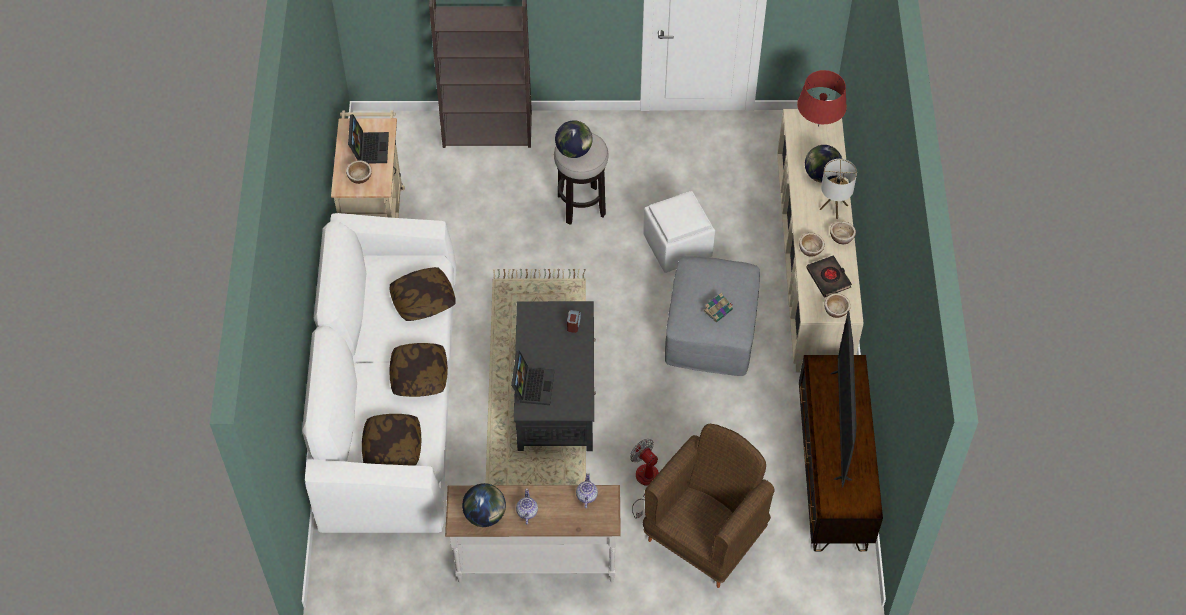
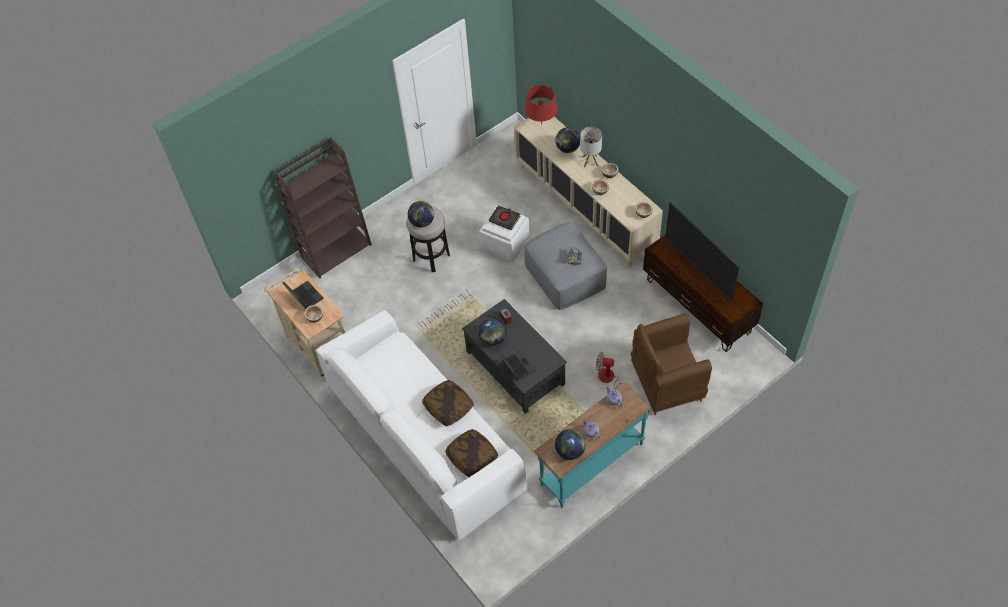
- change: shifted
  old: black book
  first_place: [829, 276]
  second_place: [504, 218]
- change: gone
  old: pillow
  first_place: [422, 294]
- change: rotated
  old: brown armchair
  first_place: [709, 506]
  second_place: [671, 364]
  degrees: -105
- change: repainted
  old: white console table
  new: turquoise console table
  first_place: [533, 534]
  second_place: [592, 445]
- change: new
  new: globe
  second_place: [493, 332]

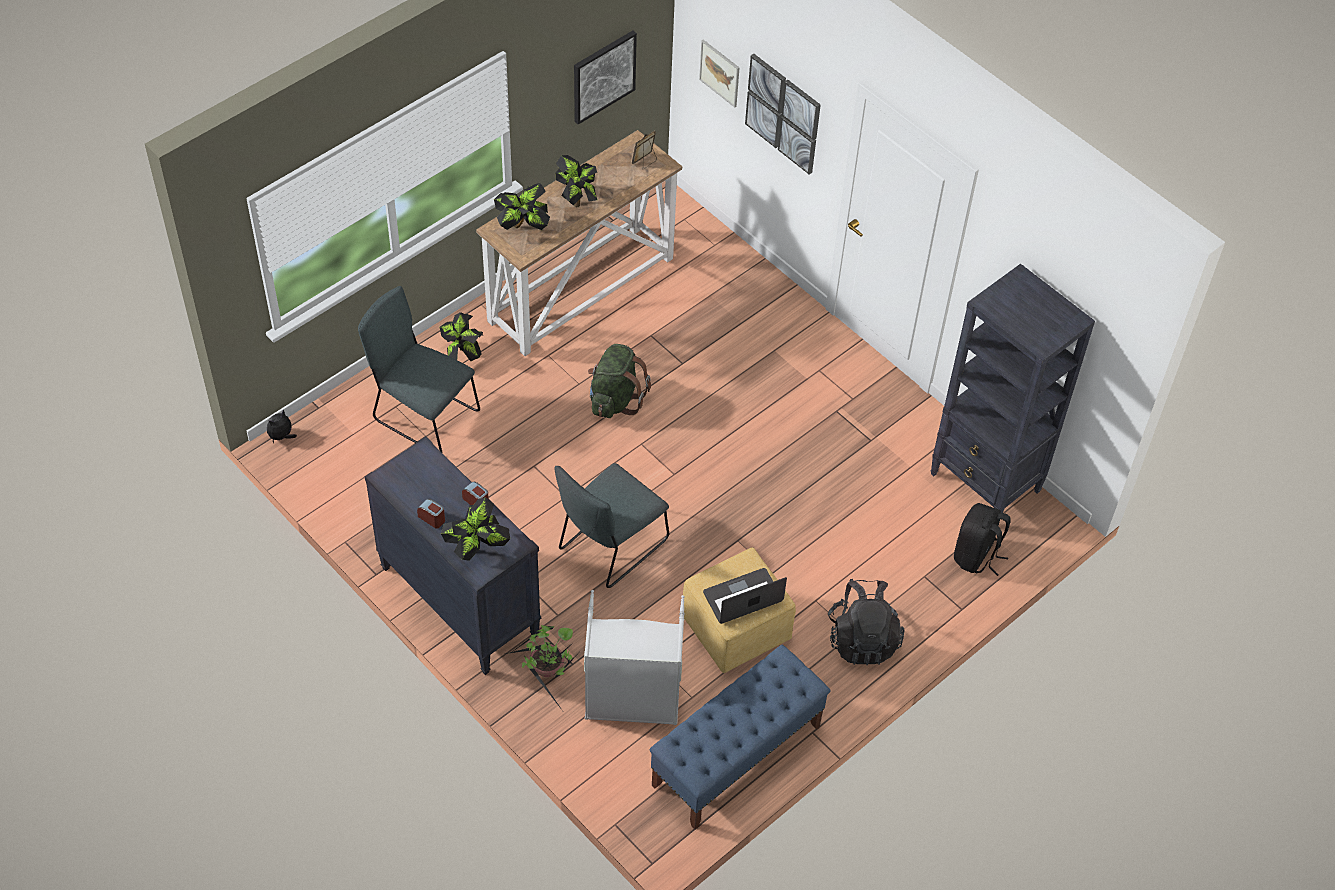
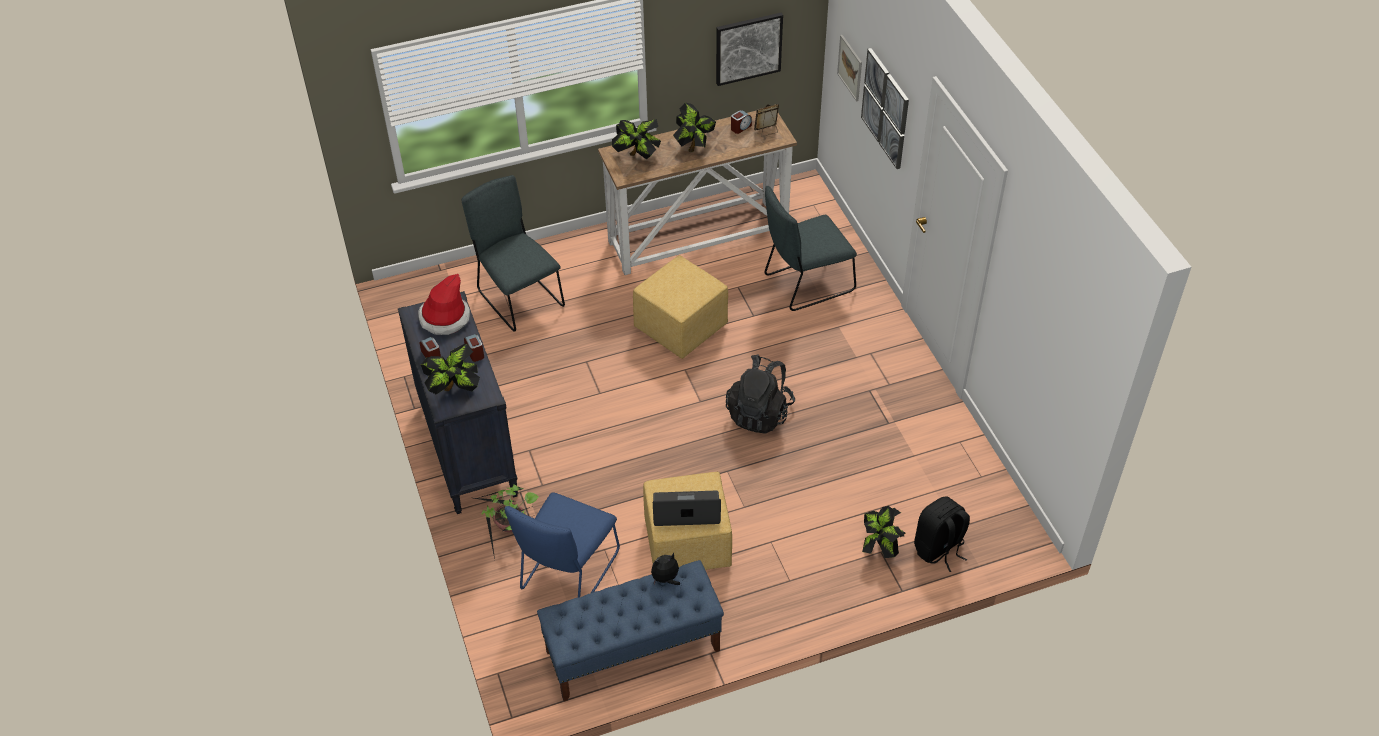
- change: gone
  old: black bookcase
  first_place: [1012, 393]
- change: shifted
  old: potted plant
  first_place: [461, 336]
  second_place: [883, 532]
- change: swapped
  old: green backpack
  new: yellow ottoman
  first_place: [619, 381]
  second_place: [680, 307]
- change: shifted
  old: plush toy
  first_place: [282, 426]
  second_place: [665, 569]
- change: shifted
  old: grey chair
  first_place: [611, 525]
  second_place: [810, 248]
- change: shifted
  old: black backpack
  first_place: [866, 622]
  second_place: [760, 394]
- change: swapped
  old: grey laundry basket
  new: blue chair
  first_place: [634, 657]
  second_place: [562, 544]
- change: new
  new: alarm clock
  second_place: [741, 122]
- change: new
  new: hat
  second_place: [444, 304]

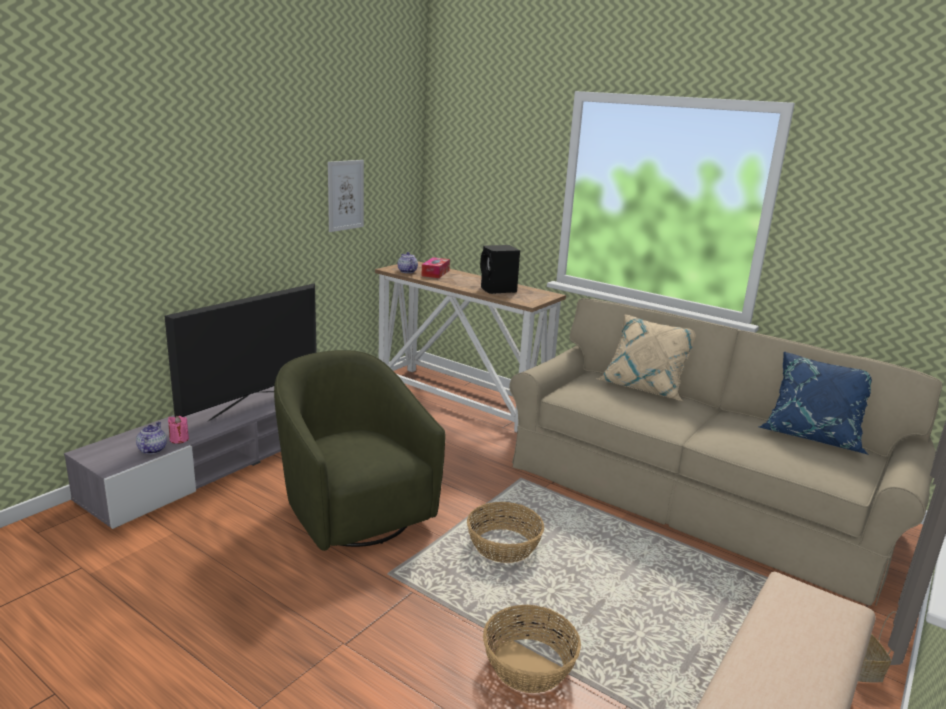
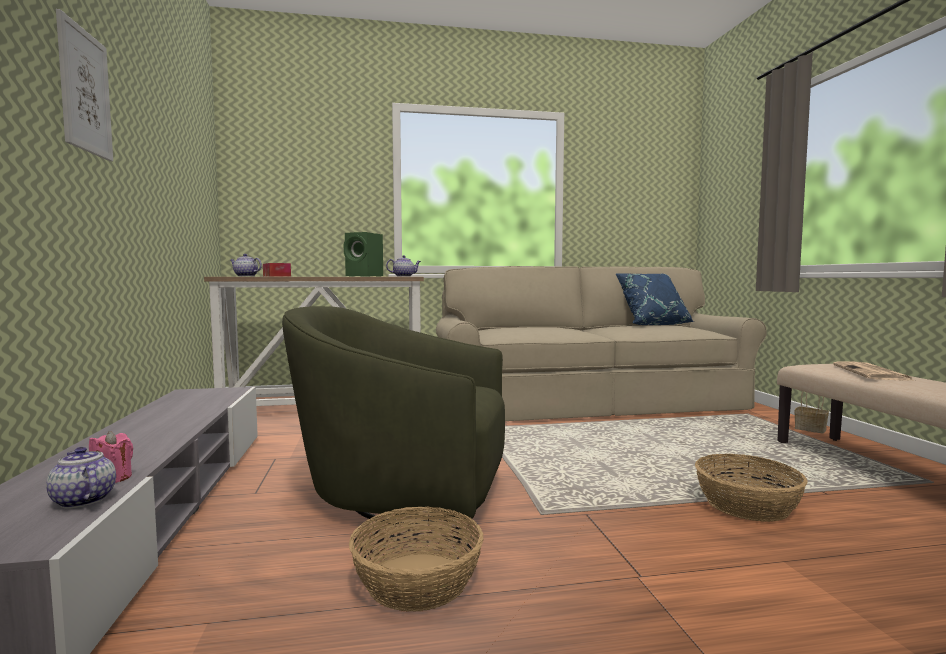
- change: shifted
  old: picture
  first_place: [346, 196]
  second_place: [84, 85]
- change: repainted
  old: black speaker
  new: green speaker
  first_place: [500, 269]
  second_place: [363, 254]
- change: gone
  old: television
  first_place: [241, 352]
- change: gone
  old: beige pillow
  first_place: [646, 357]
- change: shifted
  old: basket
  first_place: [505, 532]
  second_place: [416, 559]
- change: new
  new: teapot
  second_place: [403, 266]
- change: new
  new: newspaper
  second_place: [872, 371]

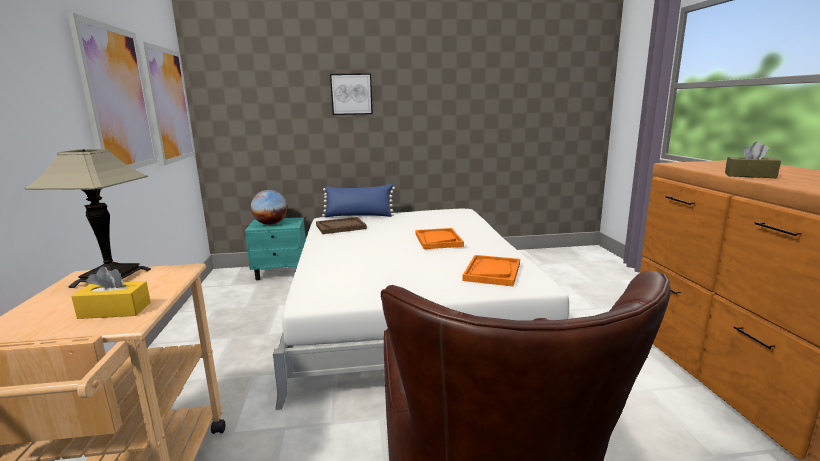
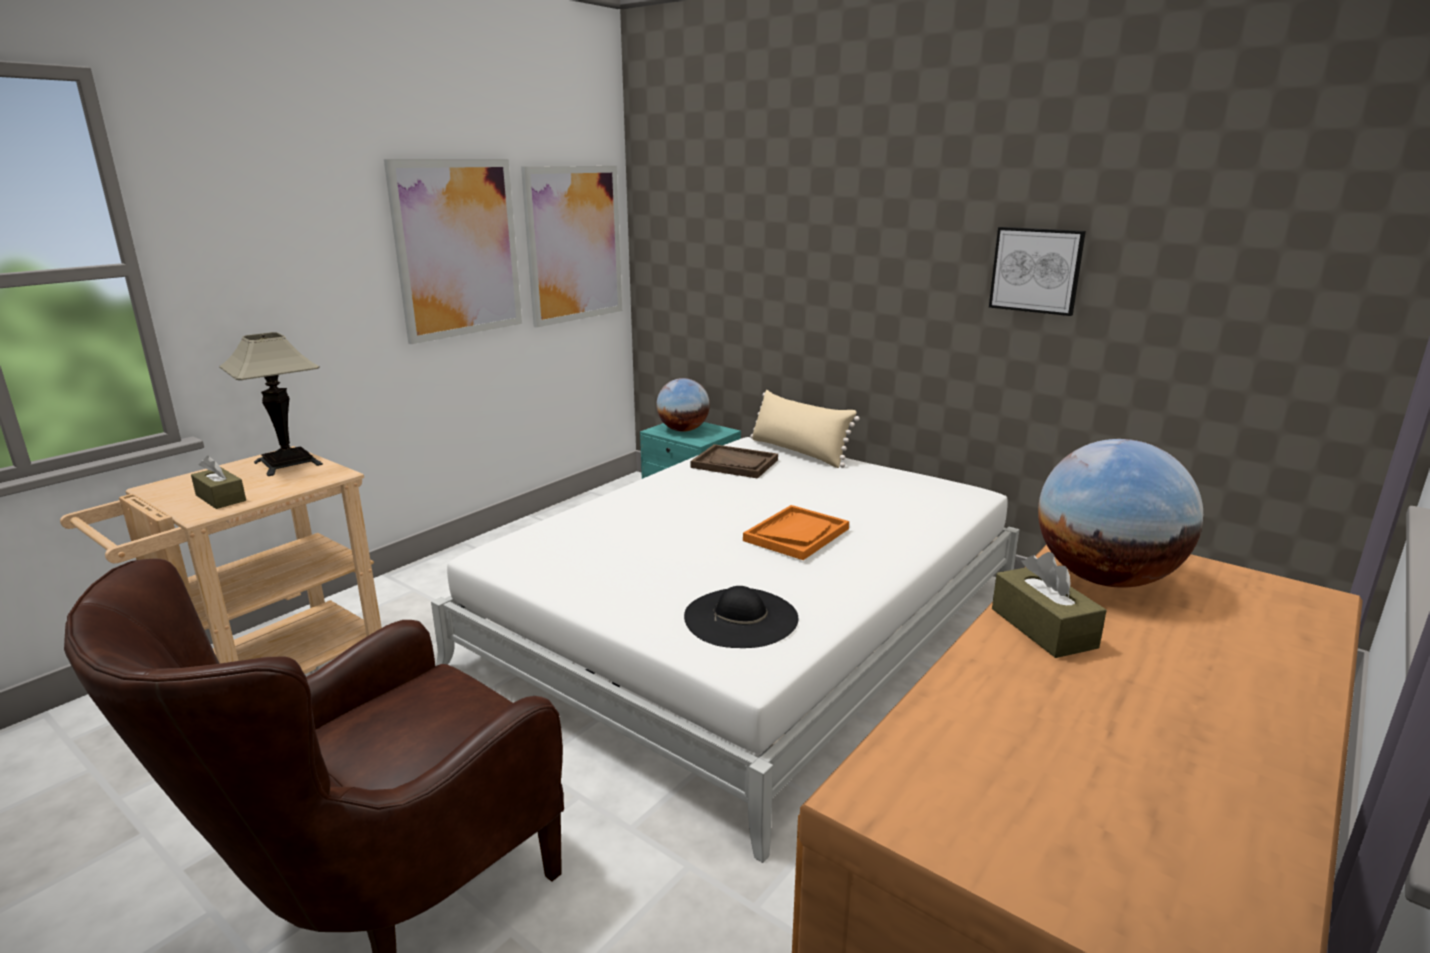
- change: shifted
  old: picture
  first_place: [351, 94]
  second_place: [1037, 271]
- change: repainted
  old: blue pillow
  new: beige pillow
  first_place: [358, 200]
  second_place: [805, 429]
- change: swapped
  old: orange tray
  new: black hat
  first_place: [491, 270]
  second_place: [741, 617]
- change: repainted
  old: yellow tissue box
  new: brown tissue box
  first_place: [111, 292]
  second_place: [218, 482]
- change: new
  new: globe
  second_place: [1120, 513]

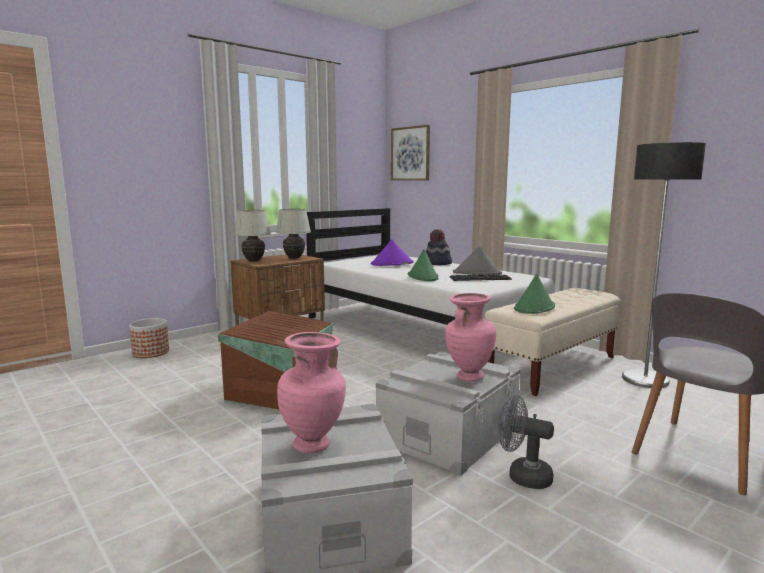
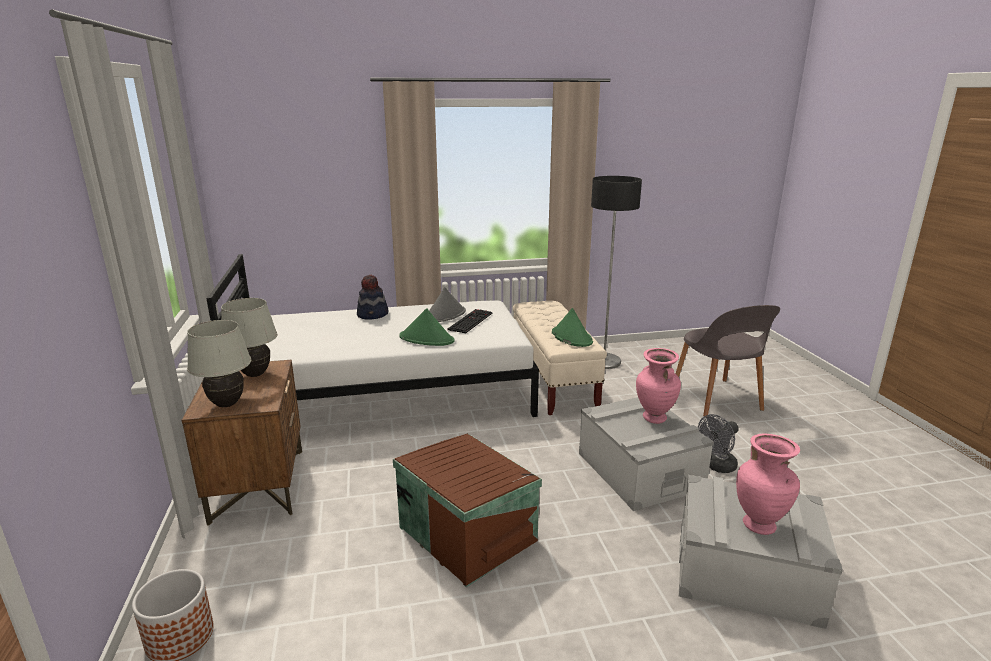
- change: gone
  old: picture
  first_place: [410, 153]
- change: gone
  old: purple hat
  first_place: [392, 252]

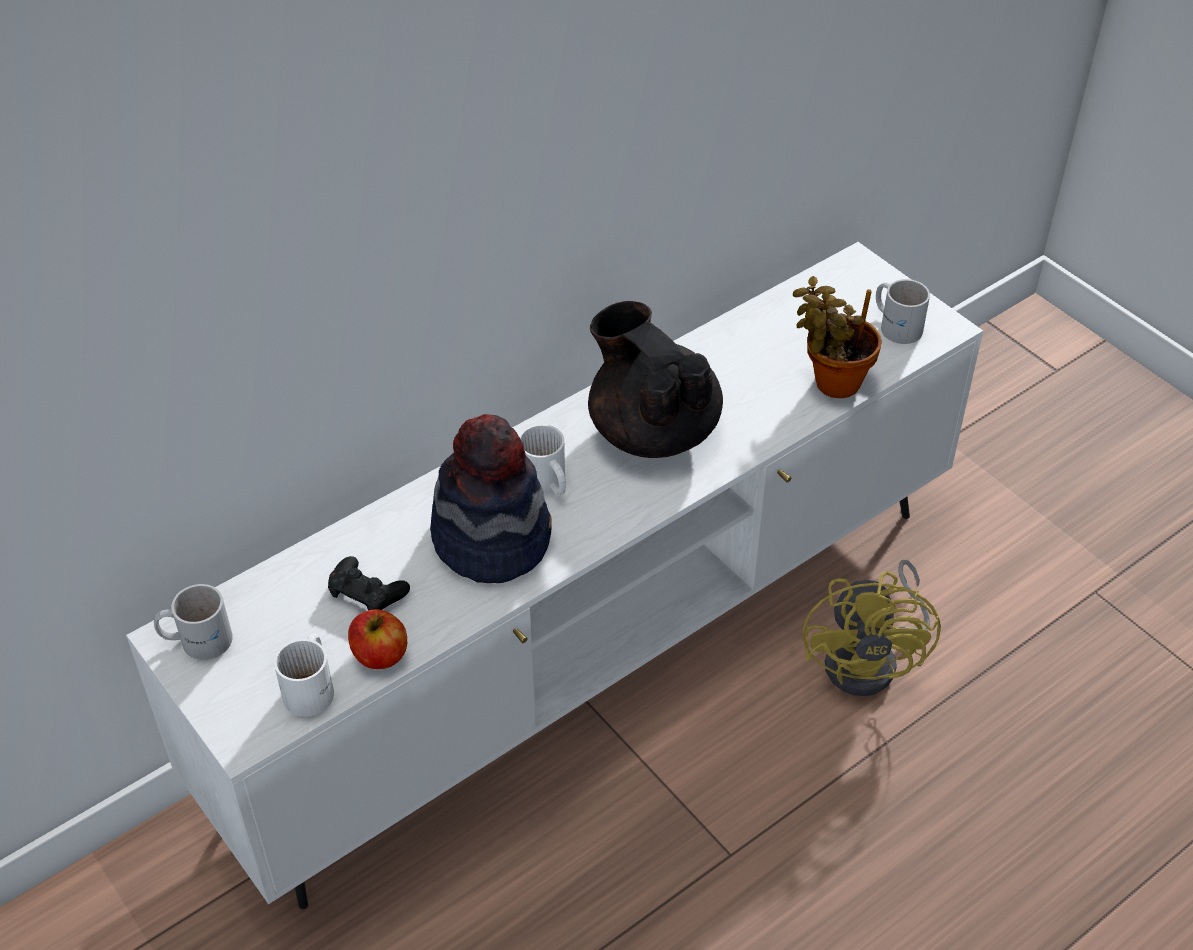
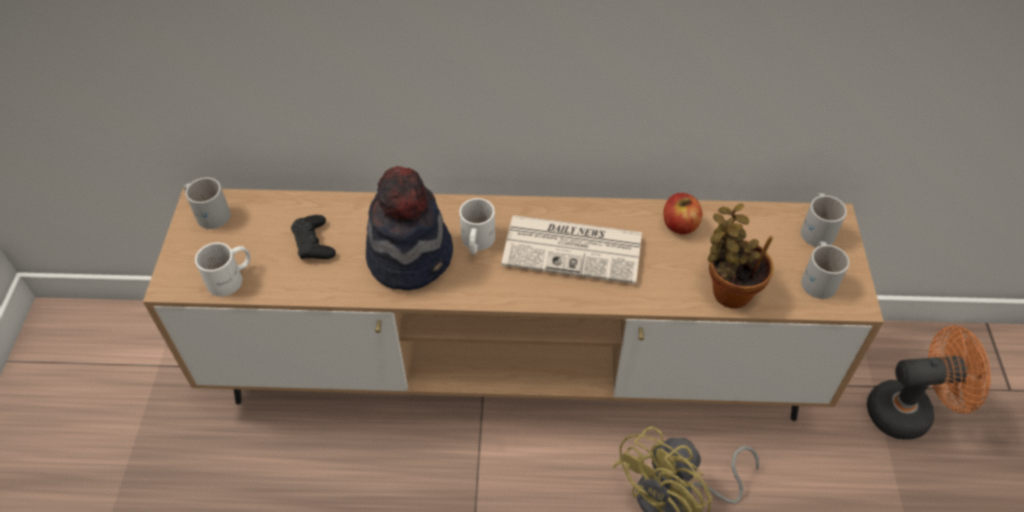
- change: repainted
  old: white tv stand
  new: brown tv stand
  first_place: [554, 575]
  second_place: [513, 304]
- change: swapped
  old: black teapot
  new: newspaper
  first_place: [655, 379]
  second_place: [571, 249]
- change: shifted
  old: apple
  first_place: [377, 639]
  second_place: [682, 213]
- change: new
  new: white mug
  second_place: [824, 220]
- change: new
  new: orange fan
  second_place: [929, 382]

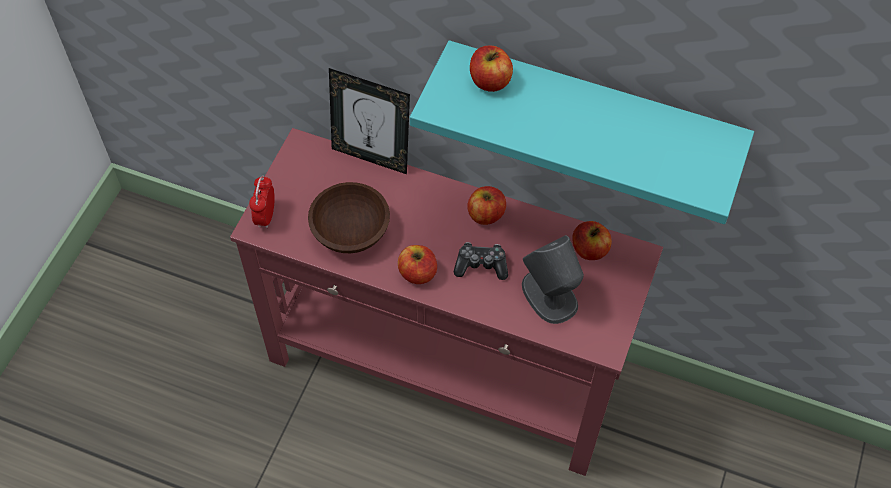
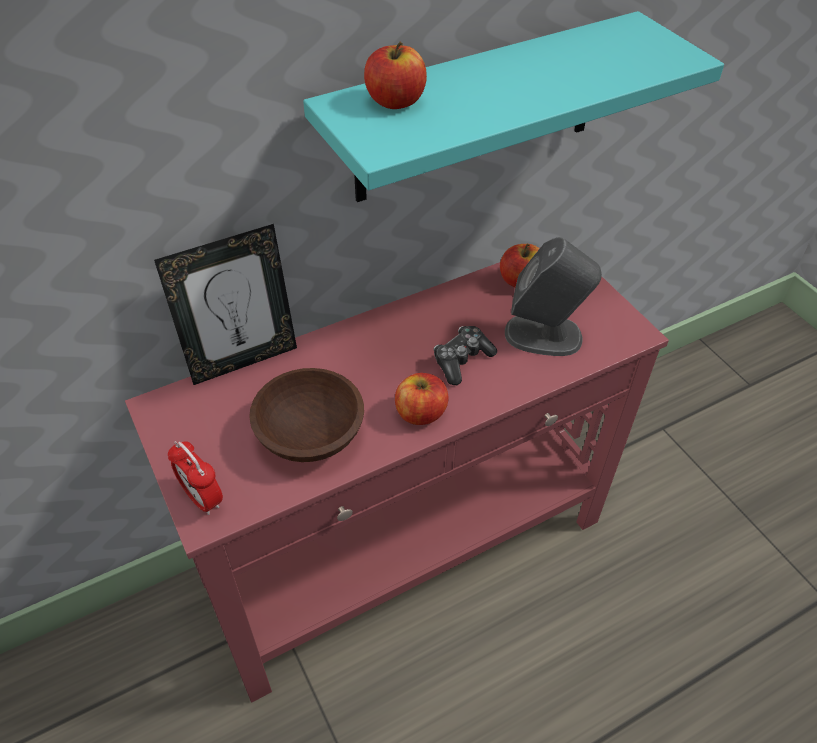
- change: gone
  old: apple
  first_place: [486, 205]

